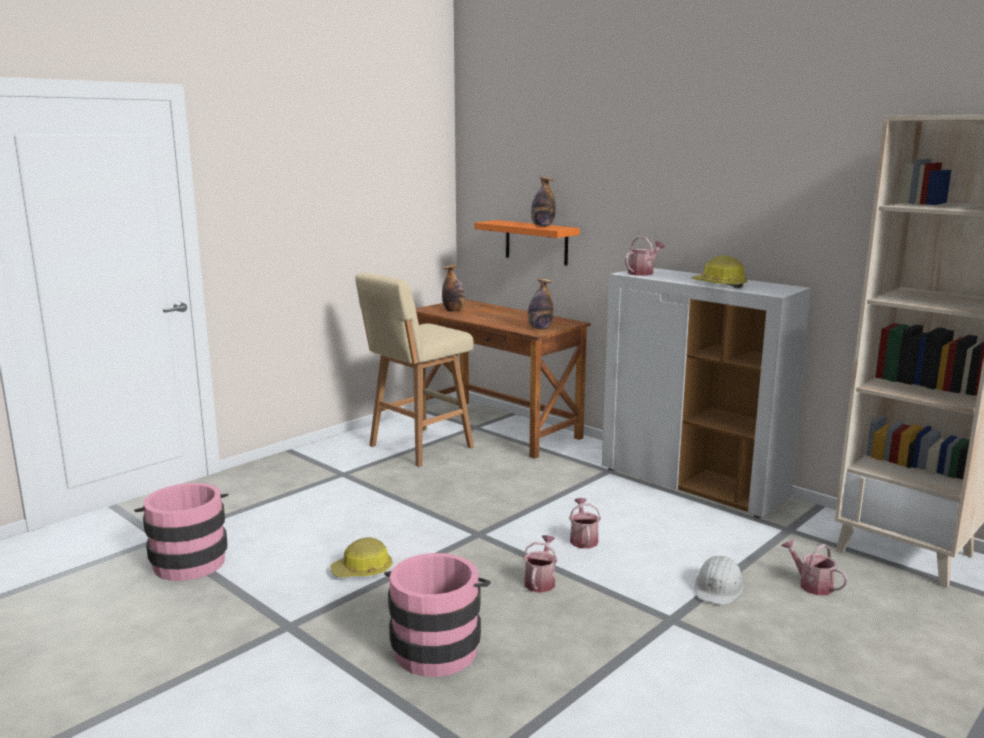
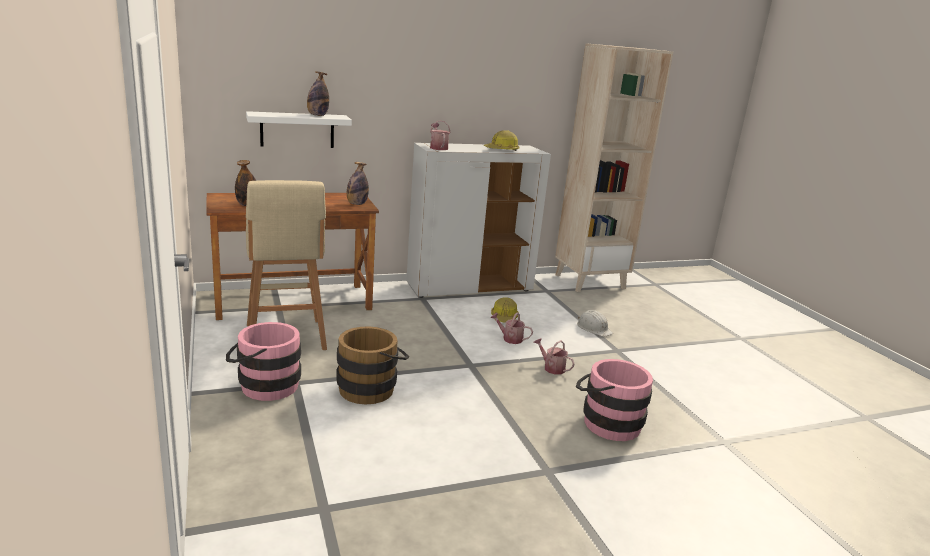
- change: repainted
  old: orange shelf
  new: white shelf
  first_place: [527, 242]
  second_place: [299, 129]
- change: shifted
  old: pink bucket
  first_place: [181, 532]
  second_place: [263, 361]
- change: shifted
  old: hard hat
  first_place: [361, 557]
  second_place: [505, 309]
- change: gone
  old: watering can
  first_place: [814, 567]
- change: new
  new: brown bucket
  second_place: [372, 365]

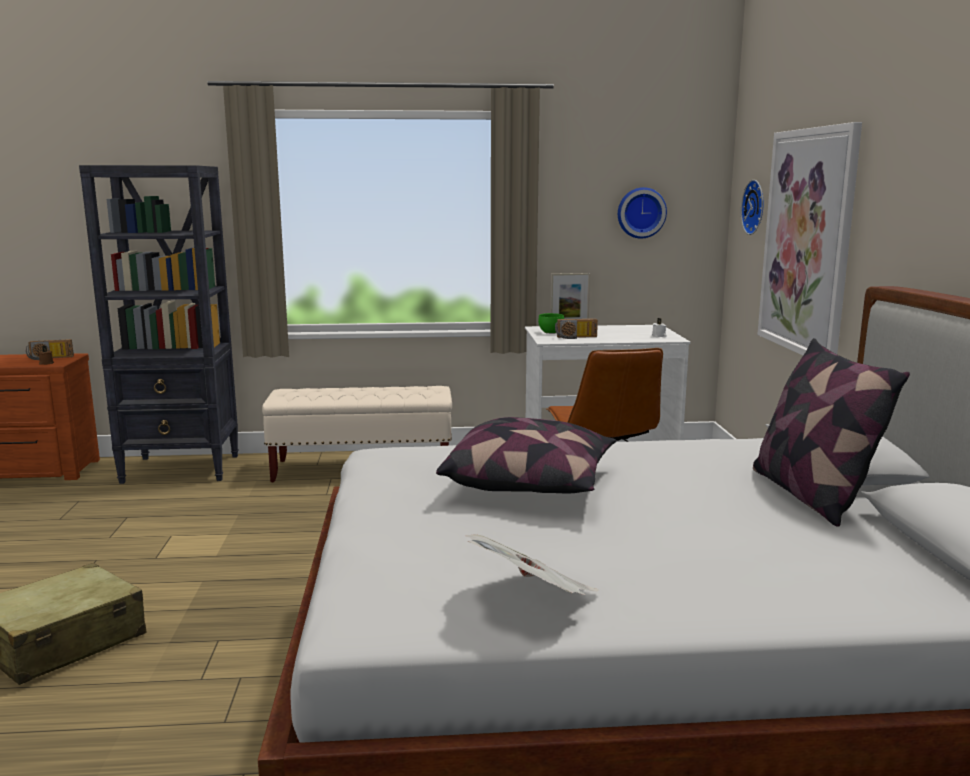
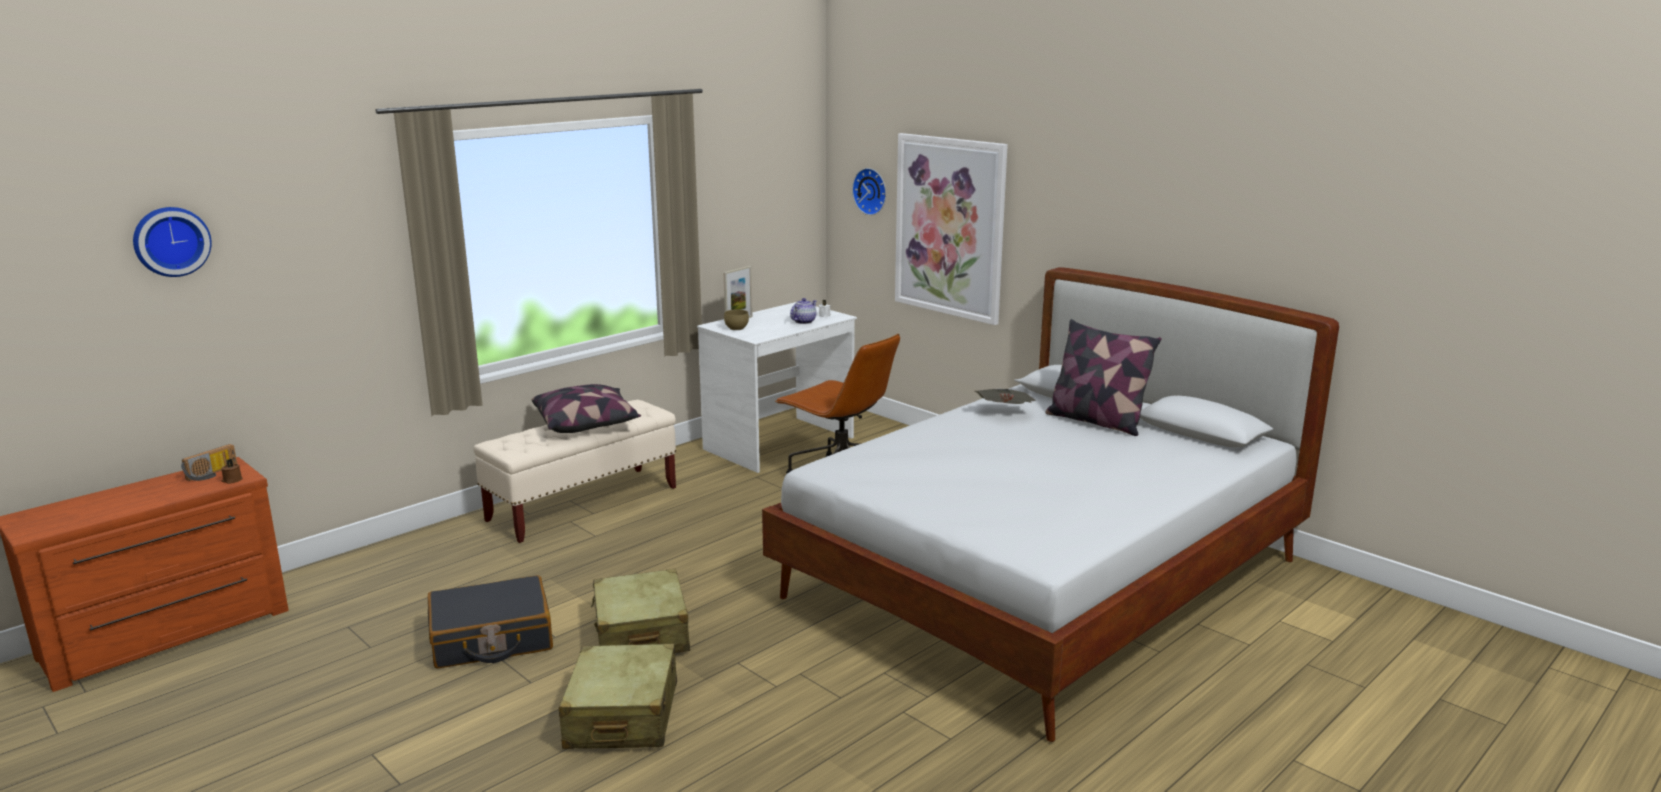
- change: gone
  old: black bookcase
  first_place: [159, 324]
- change: shifted
  old: wall clock
  first_place: [642, 213]
  second_place: [172, 242]
- change: repainted
  old: green bowl
  new: brown bowl
  first_place: [551, 323]
  second_place: [736, 319]
- change: gone
  old: radio
  first_place: [576, 329]
- change: shifted
  old: pillow
  first_place: [526, 455]
  second_place: [586, 408]
- change: shifted
  old: newspaper
  first_place: [532, 564]
  second_place: [1005, 396]
- change: new
  new: teapot
  second_place: [803, 311]
- change: new
  new: beige suitcase
  second_place: [640, 611]
- change: new
  new: black suitcase
  second_place: [490, 622]

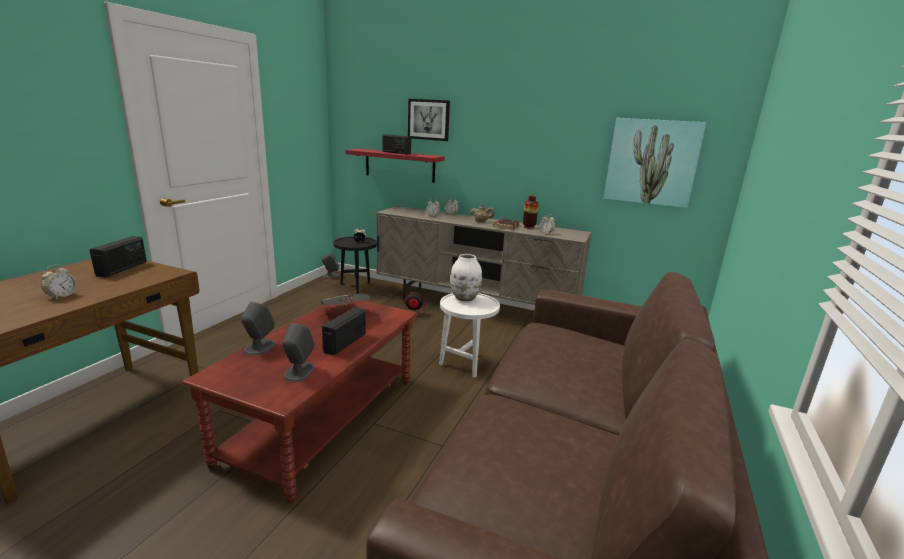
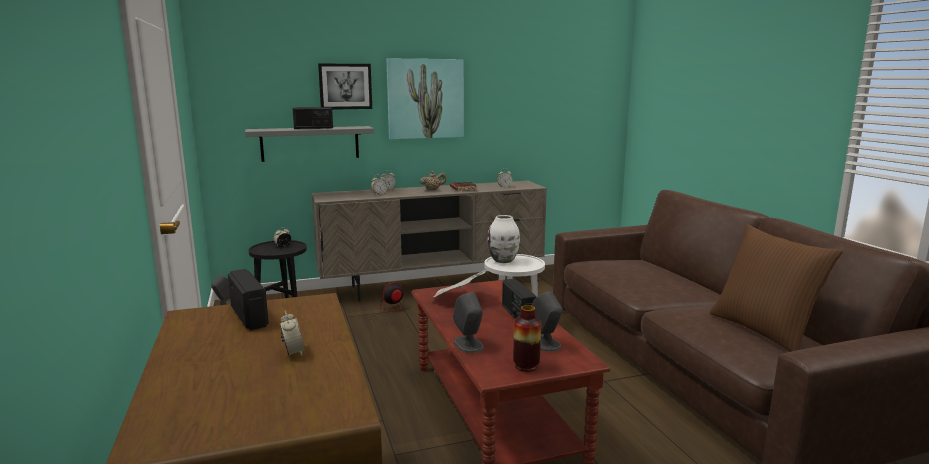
- change: shifted
  old: picture
  first_place: [655, 163]
  second_place: [425, 99]
- change: repainted
  old: red shelf
  new: grey shelf
  first_place: [395, 166]
  second_place: [309, 144]
- change: shifted
  old: vase
  first_place: [530, 212]
  second_place: [527, 338]
- change: new
  new: brown pillow
  second_place: [776, 288]

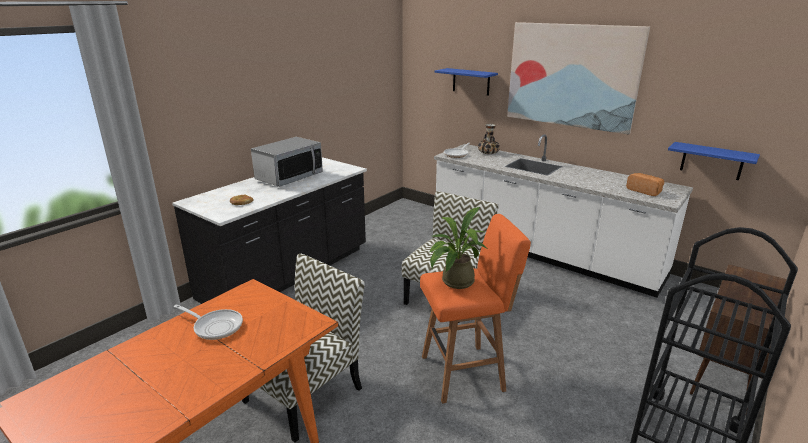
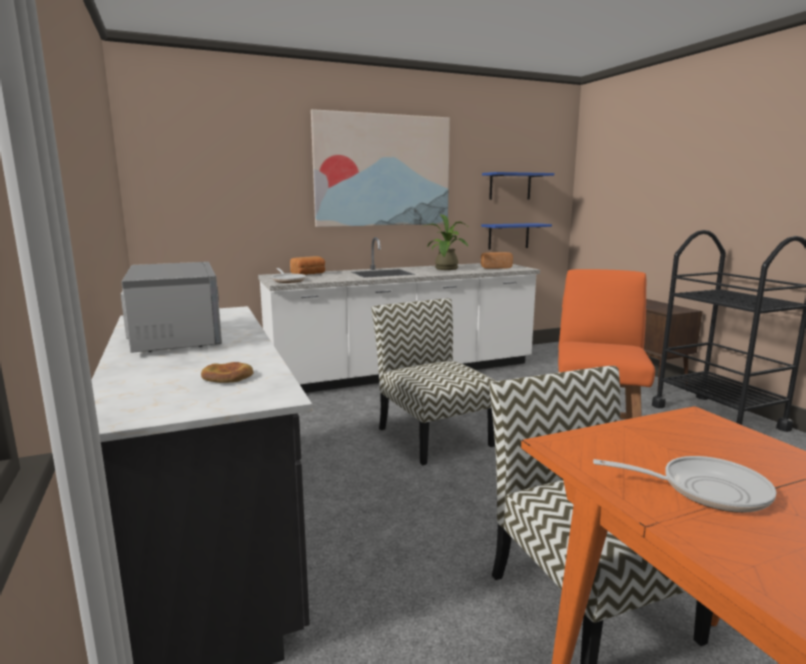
- change: shifted
  old: blue shelf
  first_place: [466, 82]
  second_place: [518, 186]
- change: swapped
  old: vase
  new: bread
  first_place: [489, 139]
  second_place: [307, 265]
- change: shifted
  old: potted plant
  first_place: [458, 248]
  second_place: [447, 242]
- change: rotated
  old: frying pan
  first_place: [208, 322]
  second_place: [684, 484]
  degrees: 45

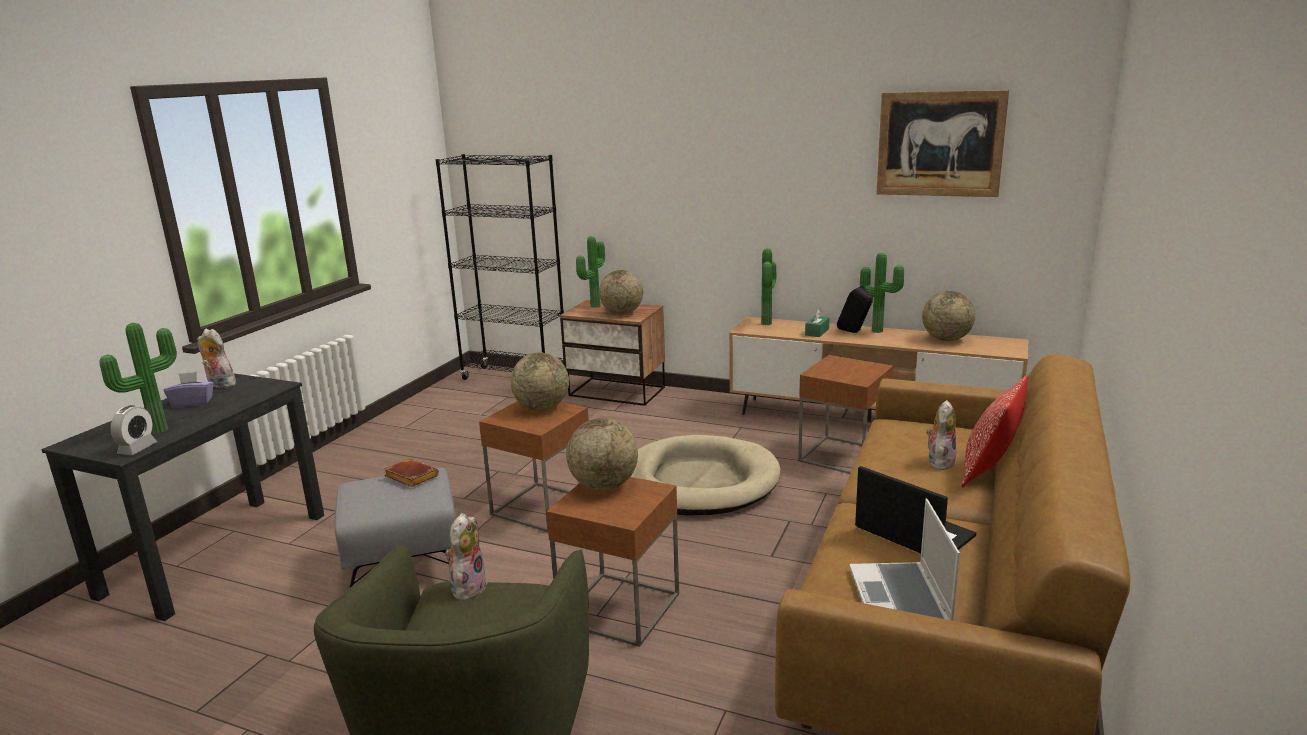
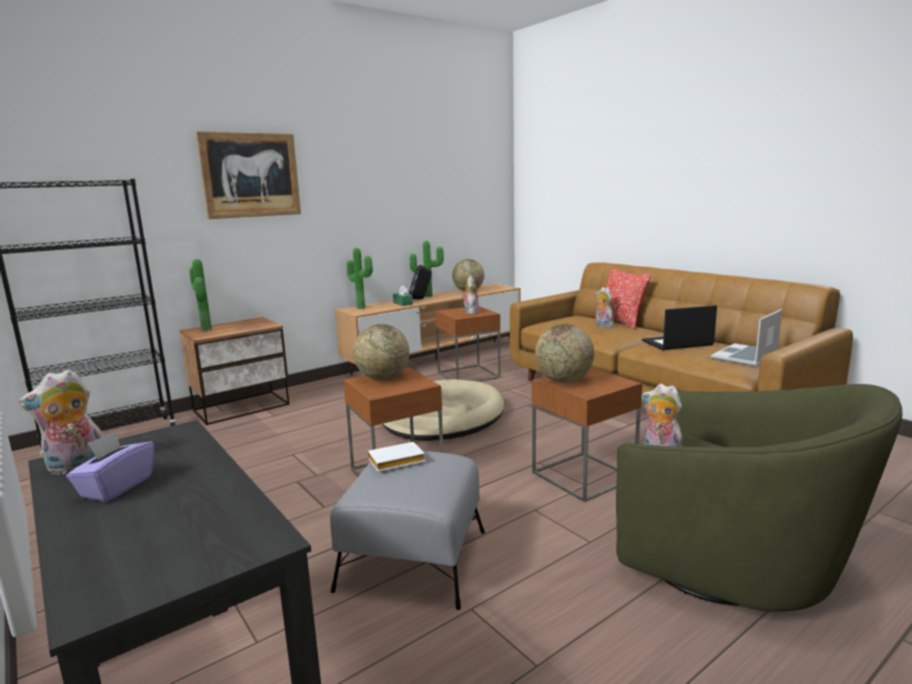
- change: shifted
  old: picture
  first_place: [942, 143]
  second_place: [248, 175]
- change: gone
  old: globe
  first_place: [621, 292]
- change: gone
  old: potted plant
  first_place: [138, 378]
- change: gone
  old: alarm clock
  first_place: [133, 430]
- change: repainted
  old: brown book
  new: white book
  first_place: [411, 473]
  second_place: [396, 456]
- change: rotated
  old: laptop
  first_place: [904, 560]
  second_place: [746, 338]
  degrees: 105
- change: new
  new: plush toy
  second_place: [470, 295]

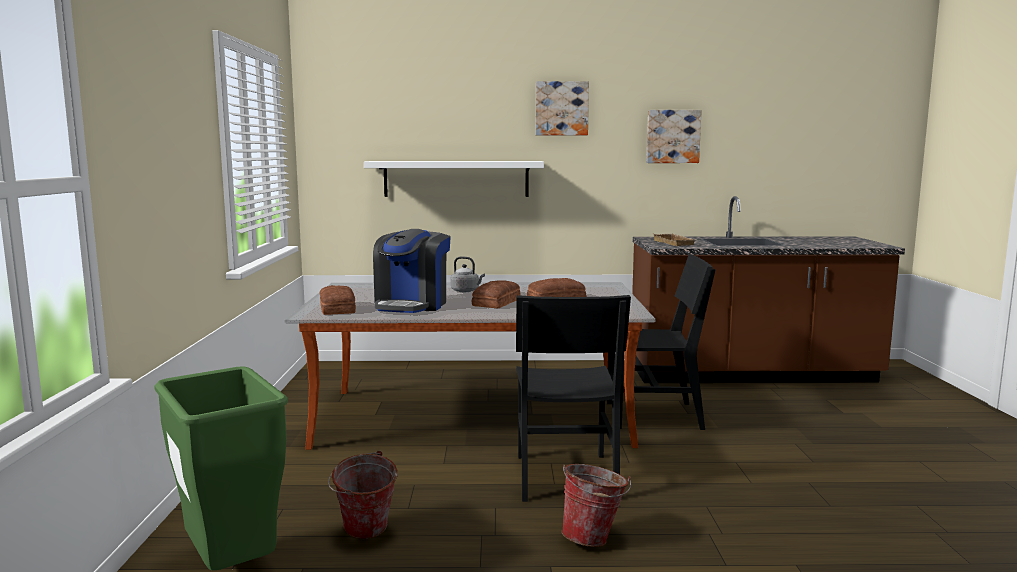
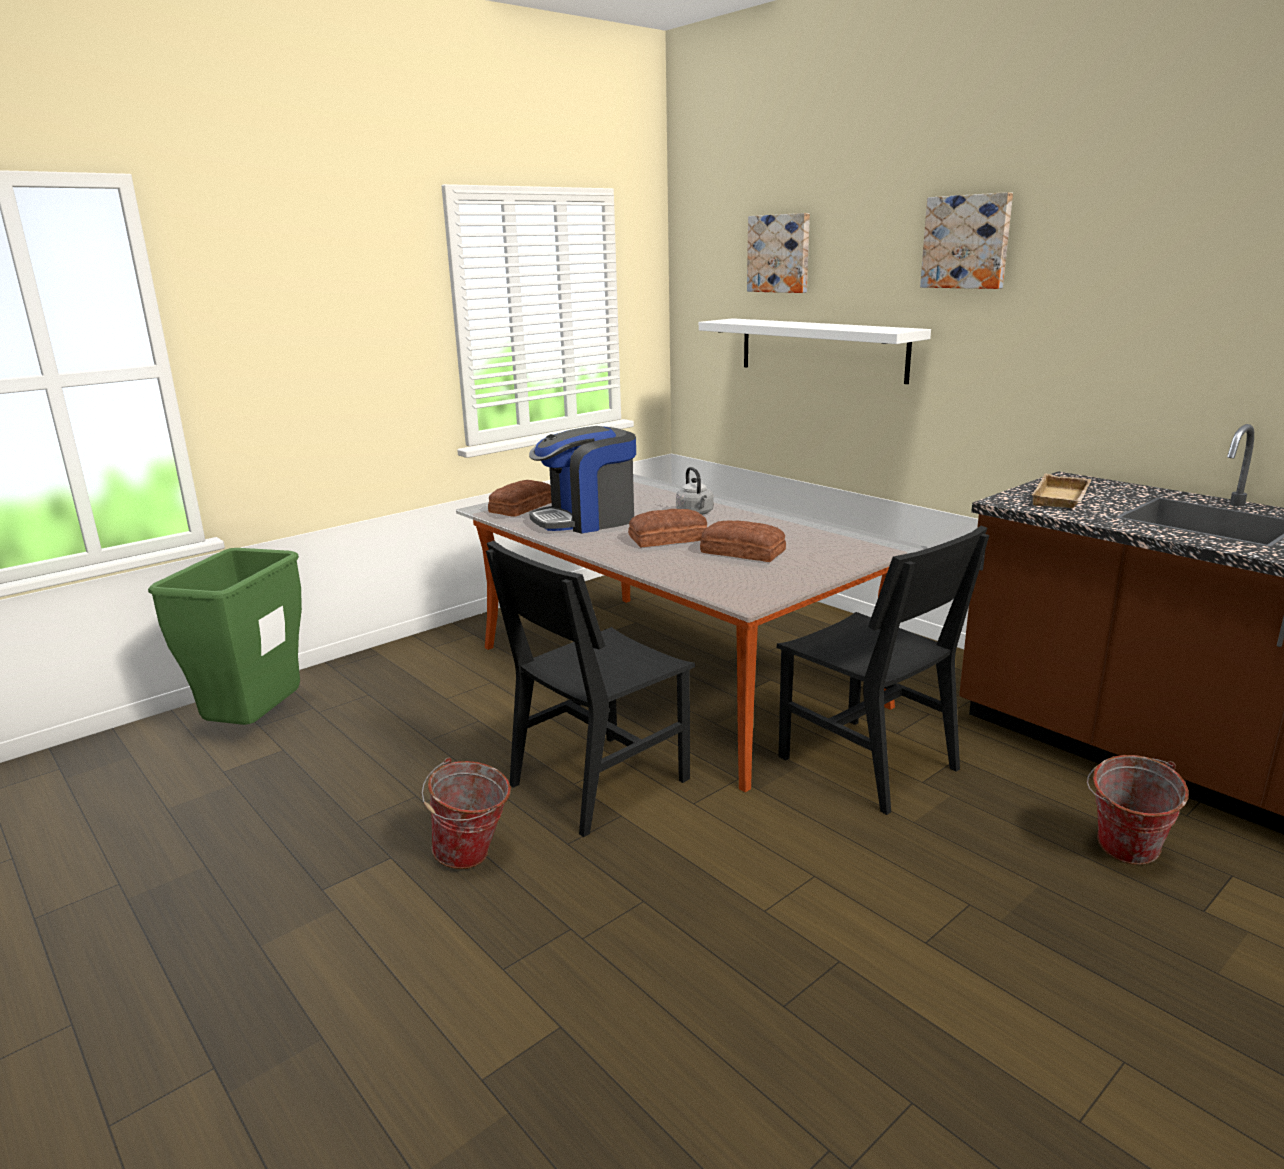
- change: shifted
  old: picture
  first_place: [674, 136]
  second_place: [778, 253]
- change: shifted
  old: bucket
  first_place: [363, 494]
  second_place: [1138, 810]

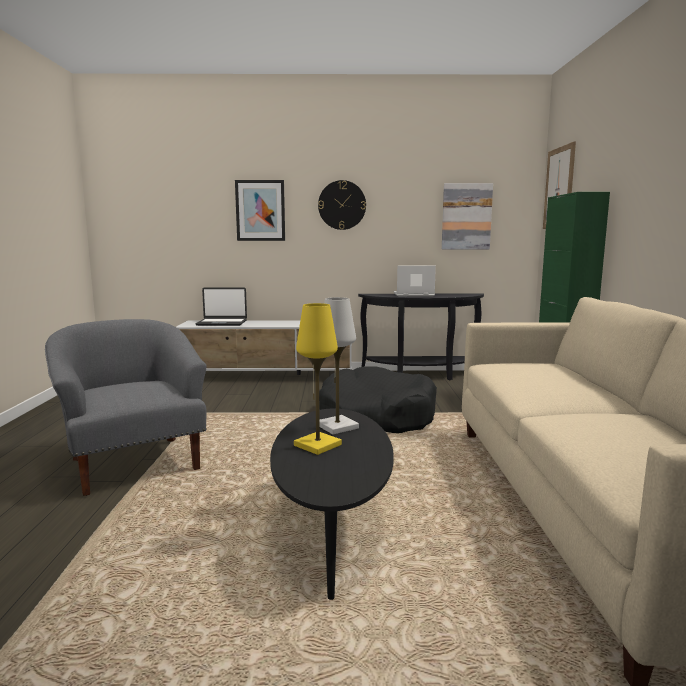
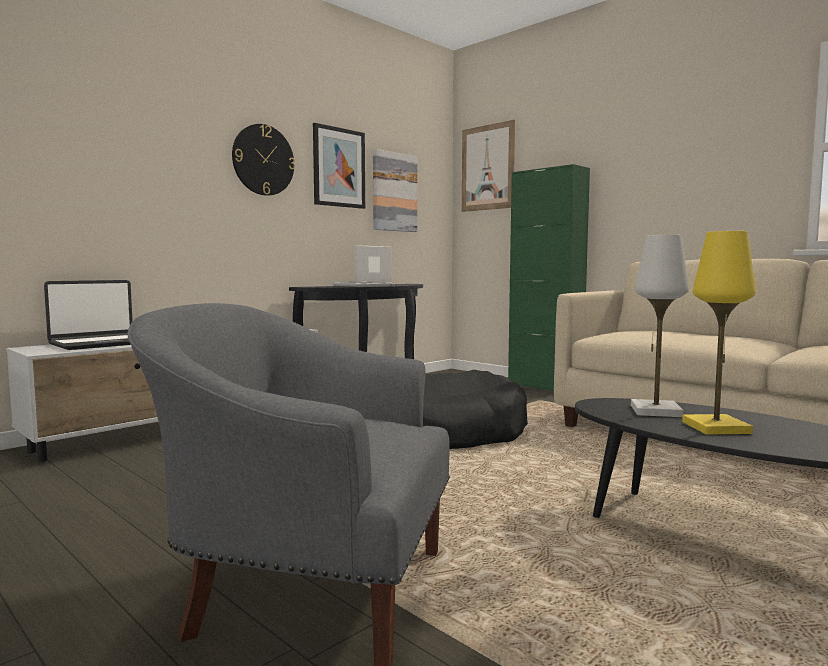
- change: shifted
  old: picture
  first_place: [260, 210]
  second_place: [339, 166]

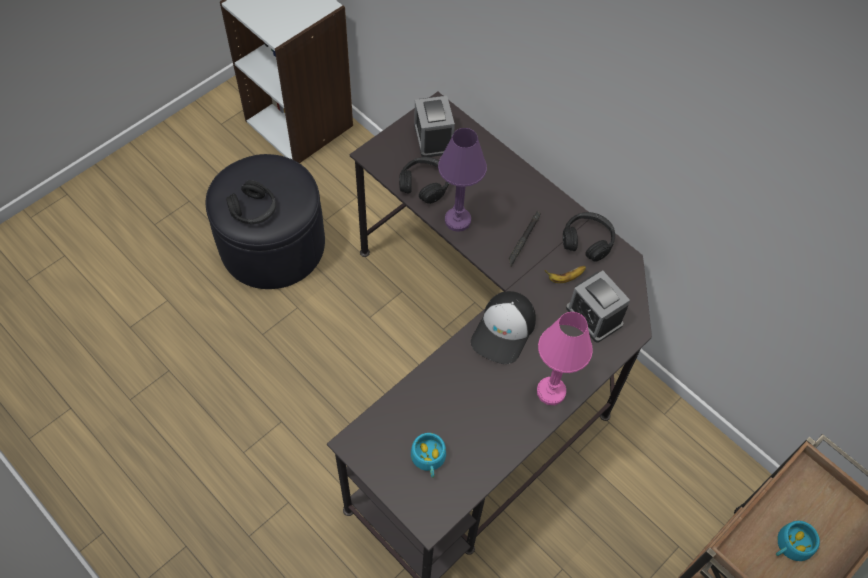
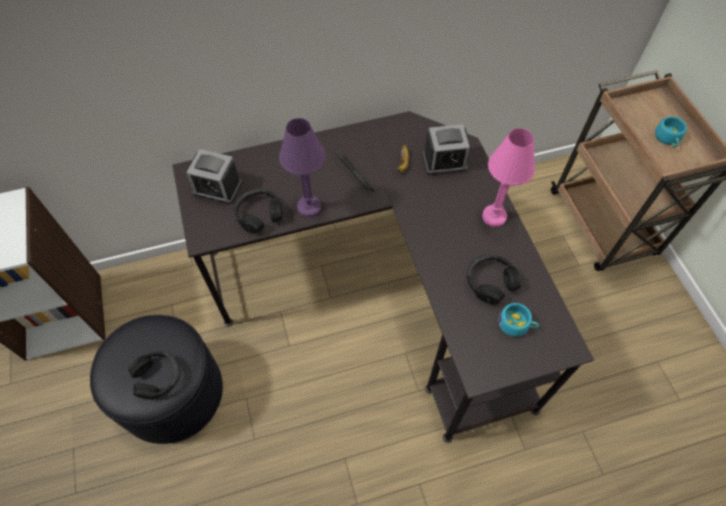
- change: shifted
  old: black headphones
  first_place: [589, 237]
  second_place: [494, 279]
- change: gone
  old: cap
  first_place: [503, 327]

